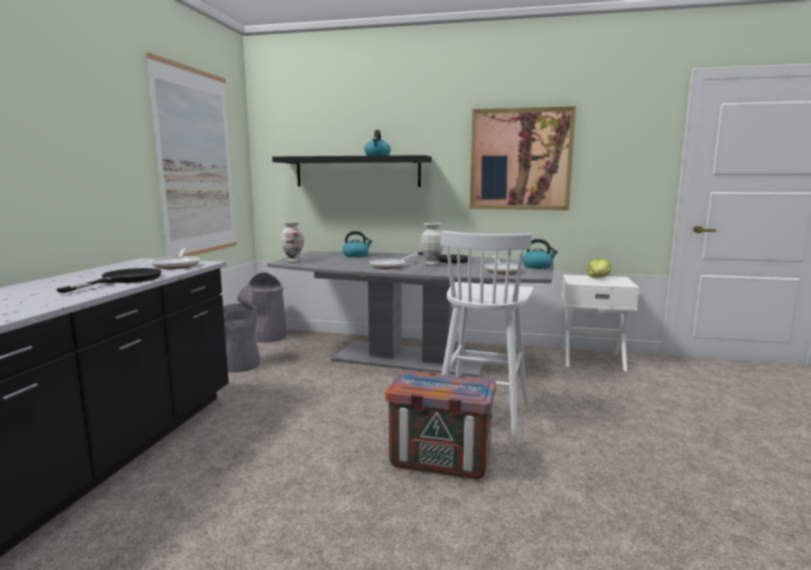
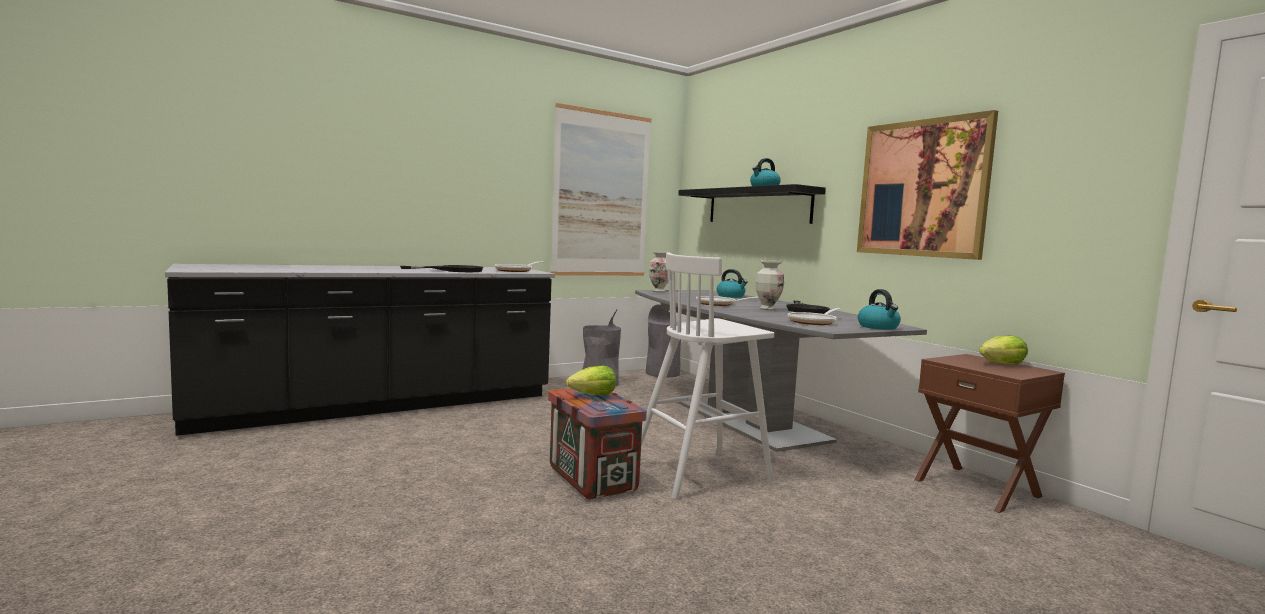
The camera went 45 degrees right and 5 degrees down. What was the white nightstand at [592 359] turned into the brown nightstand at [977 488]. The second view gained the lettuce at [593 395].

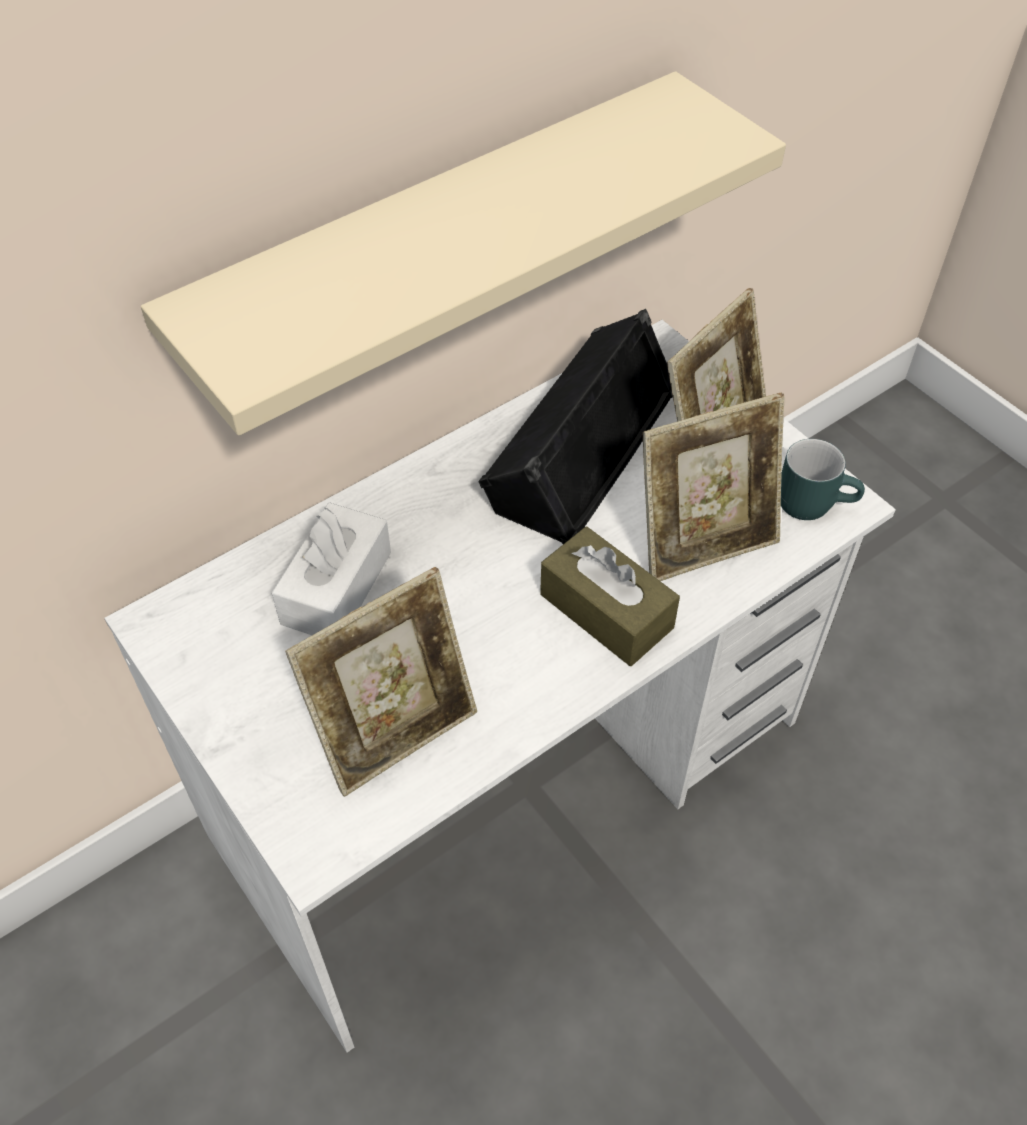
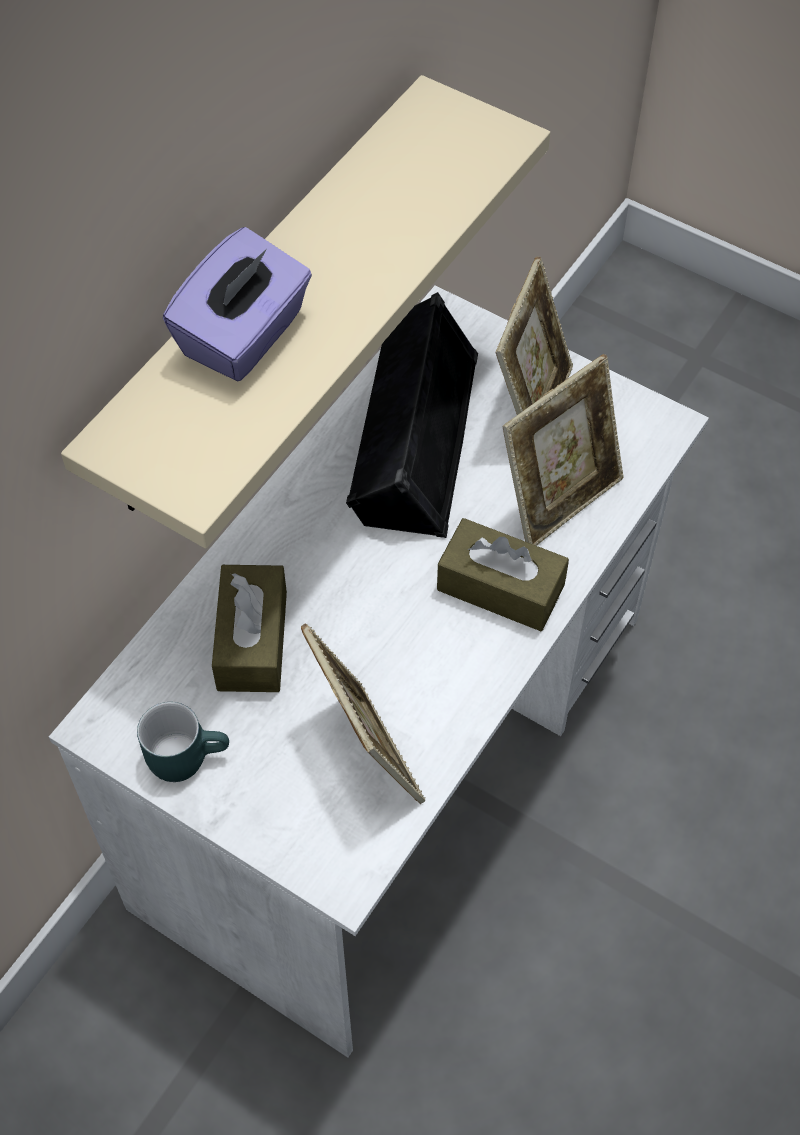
The camera went 20 degrees left and 5 degrees up. What was the white tissue box at [336 588] turned into the brown tissue box at [252 640]. The picture frame at [396 731] ended up facing another way, 60 degrees counterclockwise from before. The turquoise mug ended up elsewhere, having gone from [813 501] to [186 754]. The second view gained the purple tissue box at [244 336].

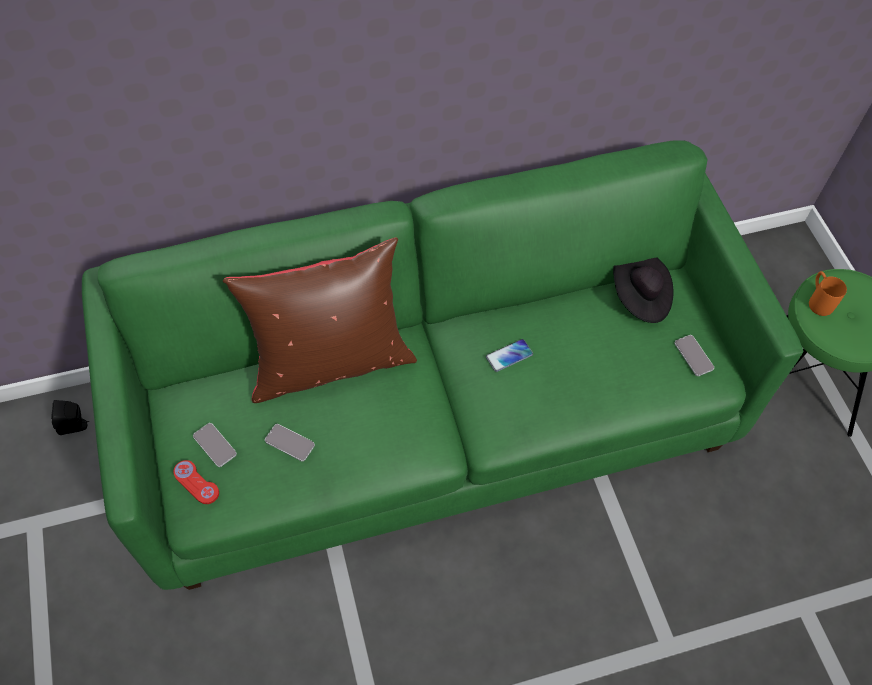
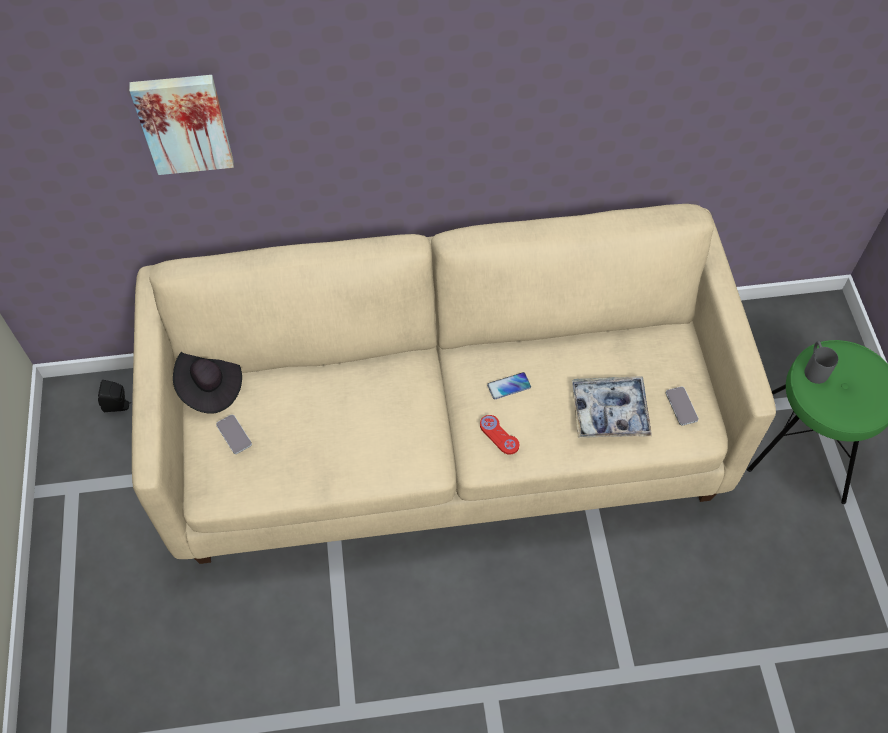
The camera went 10 degrees right and 0 degrees up. What was the green sofa at [434 416] turned into the beige sofa at [445 436]. The red game controller ended up elsewhere, having gone from [196 483] to [499 435]. The second view lost the brown pillow at [330 362]. The second view lost the phone at [289 443]. The black hat ended up elsewhere, having gone from [639 297] to [210 387]. What was the orange mug at [818 300] turned into the grey mug at [814 368]. The second view gained the picture at [184 122]. The second view gained the tray at [609 412].

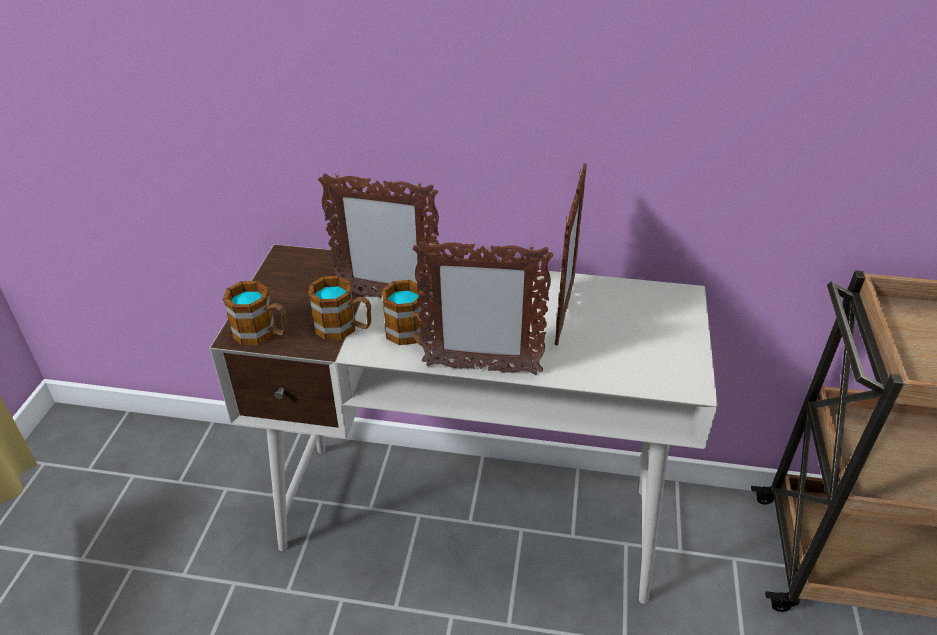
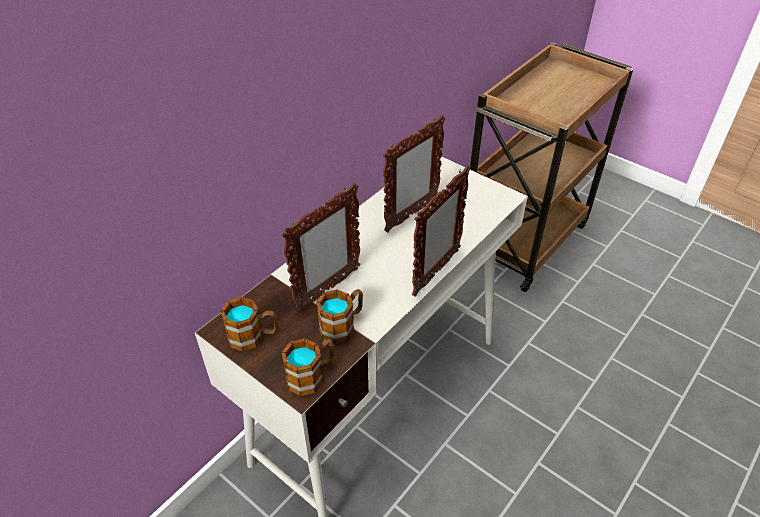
The camera went 60 degrees left and 5 degrees up. The mug ended up elsewhere, having gone from [410 336] to [253 336]. The picture frame at [563 313] ended up facing another way, 90 degrees clockwise from before.

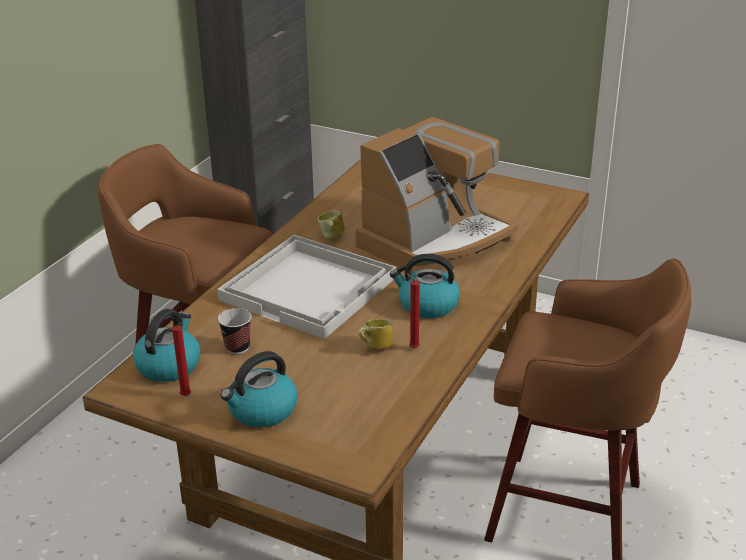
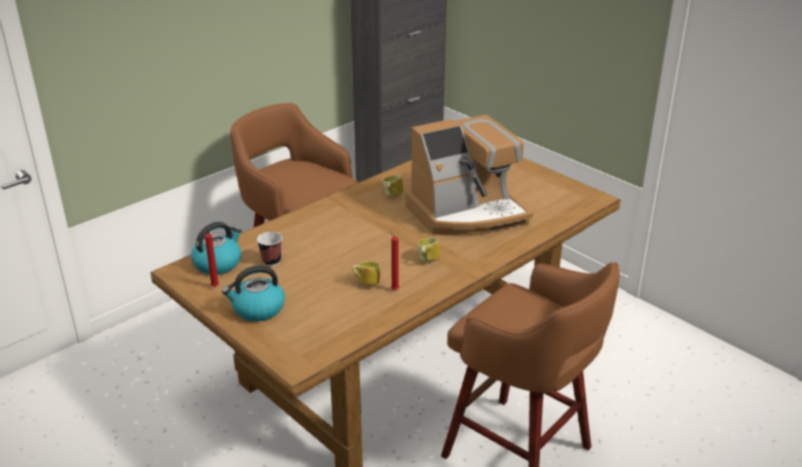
The camera went 20 degrees right and 0 degrees up. The second view lost the white tray at [310 288]. Where the kettle stood at [427 305], the mug came to stand at [427 260].

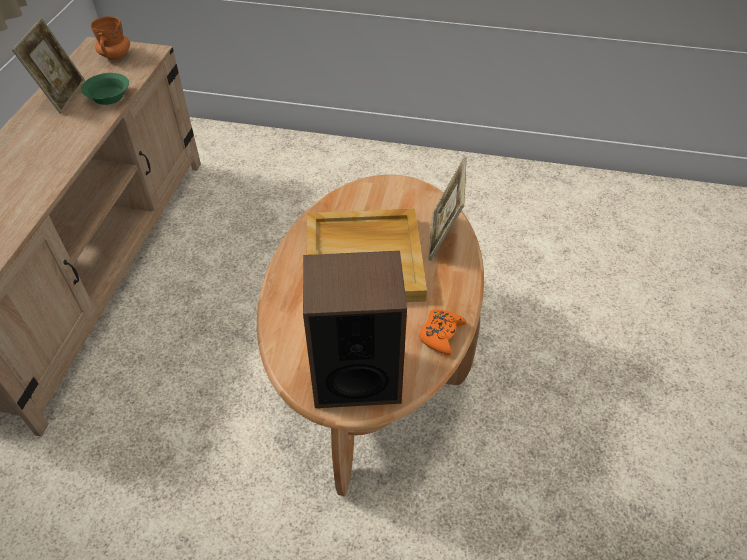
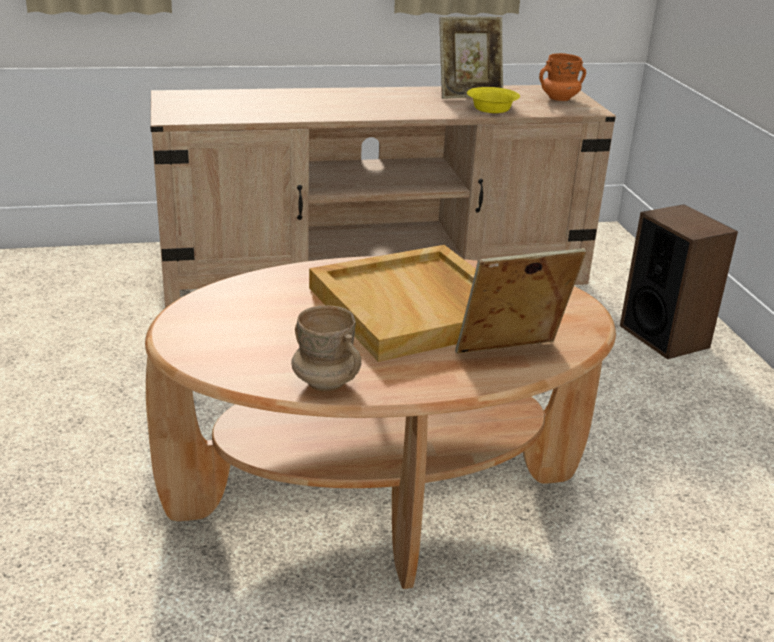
The camera went 65 degrees right and 20 degrees down. What was the green bowl at [110 96] turned into the yellow bowl at [493 109]. The speaker ended up elsewhere, having gone from [356 377] to [664 336]. Where the orange game controller stood at [441 334], the beige mug came to stand at [326 382].

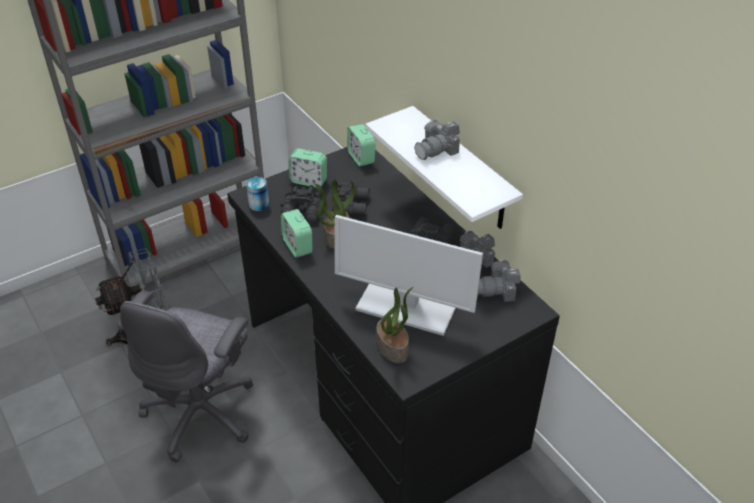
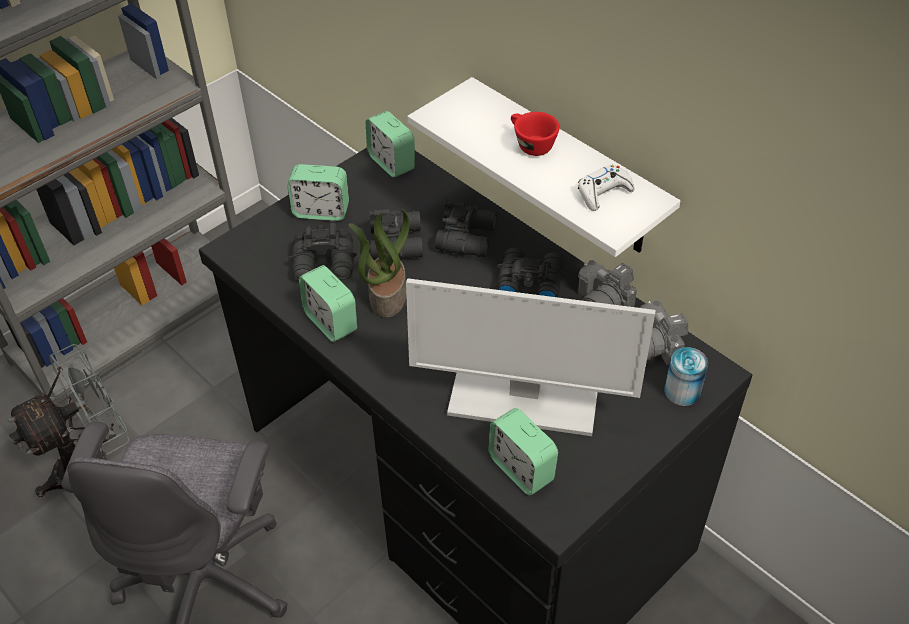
The camera went 10 degrees left and 5 degrees up. The can ended up elsewhere, having gone from [259 204] to [682 391]. Where the potted plant stood at [393 347], the alarm clock came to stand at [521 469]. Where the photo camera stood at [437 149], the red cup came to stand at [530 144]. The second view gained the black binoculars at [468 237]. The second view gained the white game controller at [603 193].

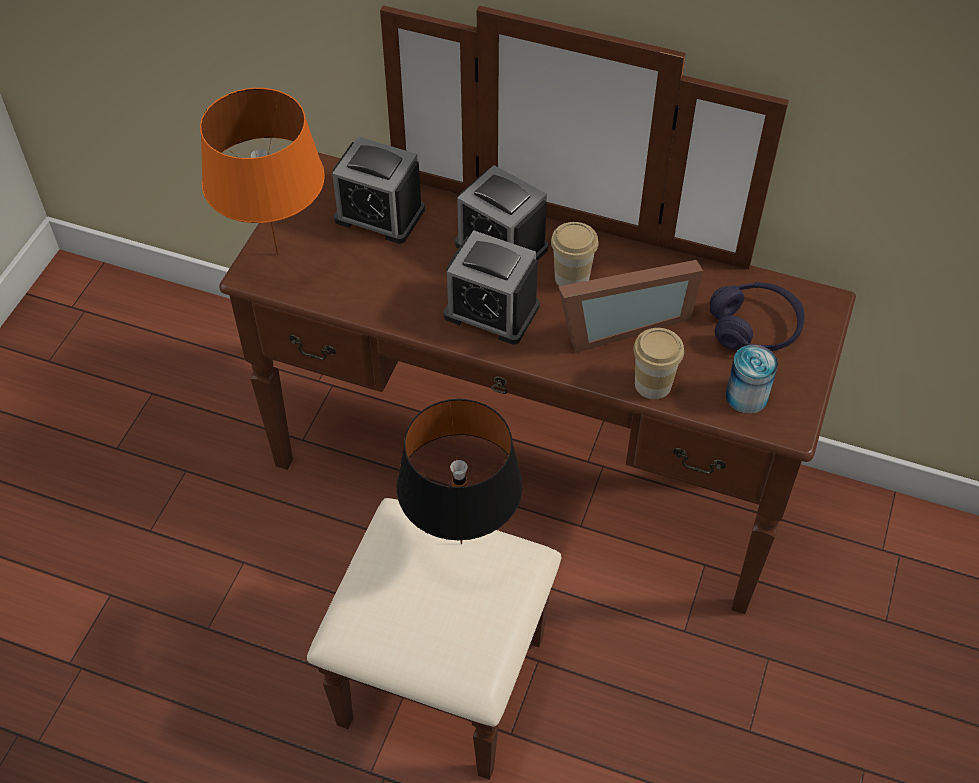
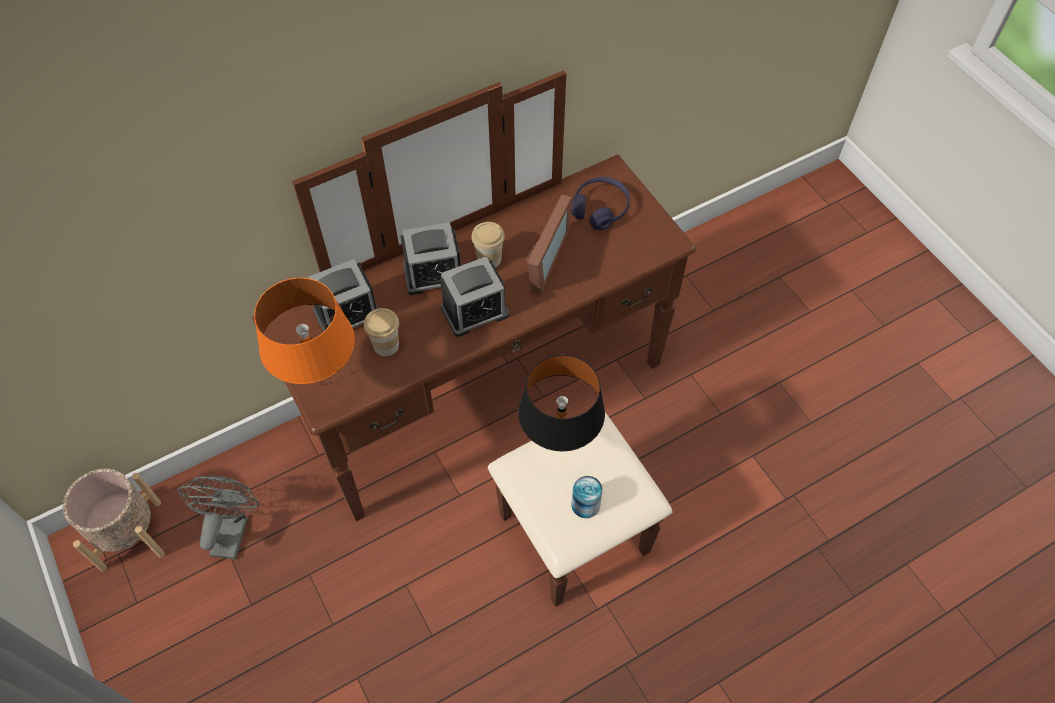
The camera went 50 degrees left and 5 degrees up. The cup ended up elsewhere, having gone from [653 384] to [386 345]. The can ended up elsewhere, having gone from [746 396] to [585 504]. The second view gained the beige planter at [131 535]. The second view gained the grey fan at [231 529].

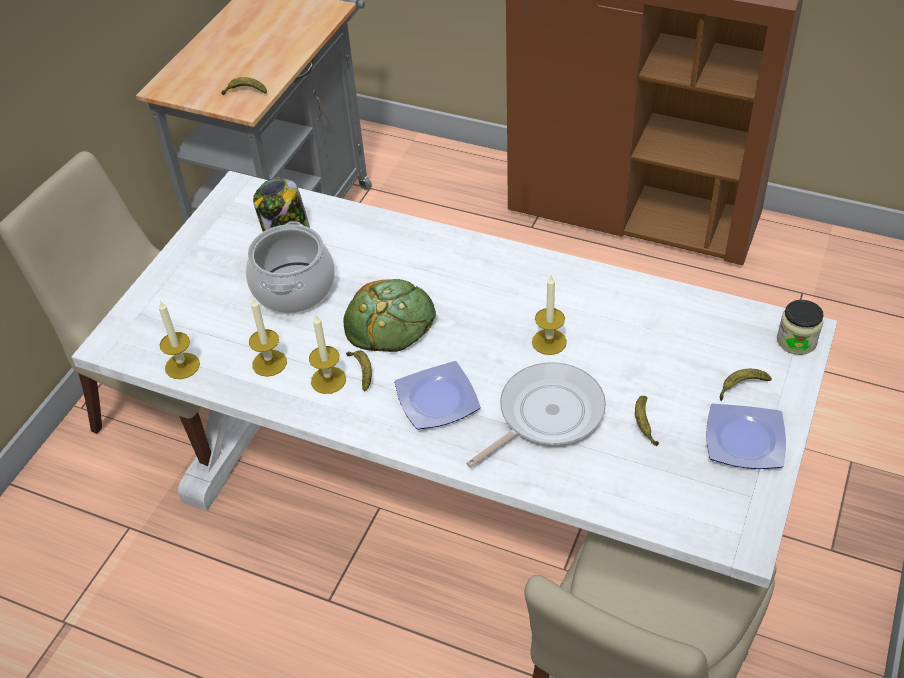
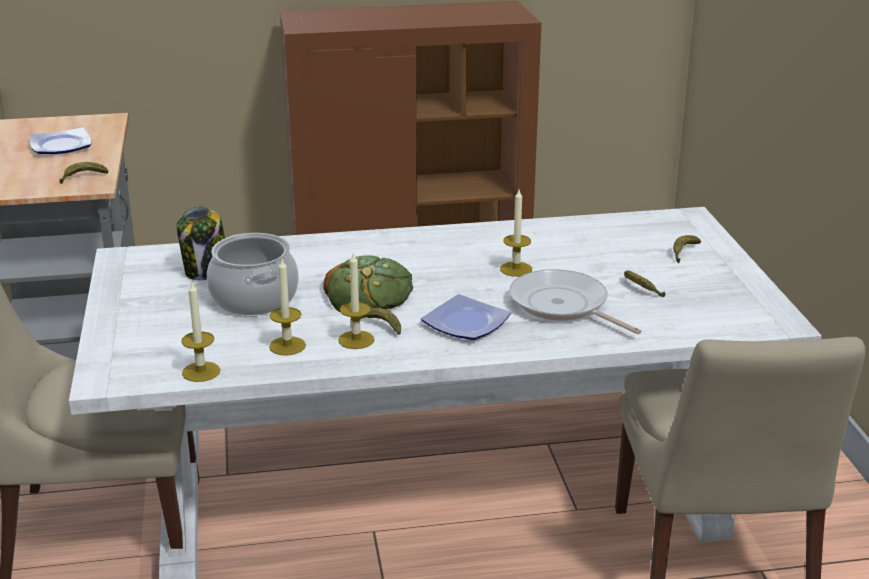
The camera went 35 degrees left and 20 degrees down. The frying pan at [546 414] ended up facing another way, 60 degrees counterclockwise from before. The plate ended up elsewhere, having gone from [746 441] to [62 146]. The second view lost the jar at [796 341].

